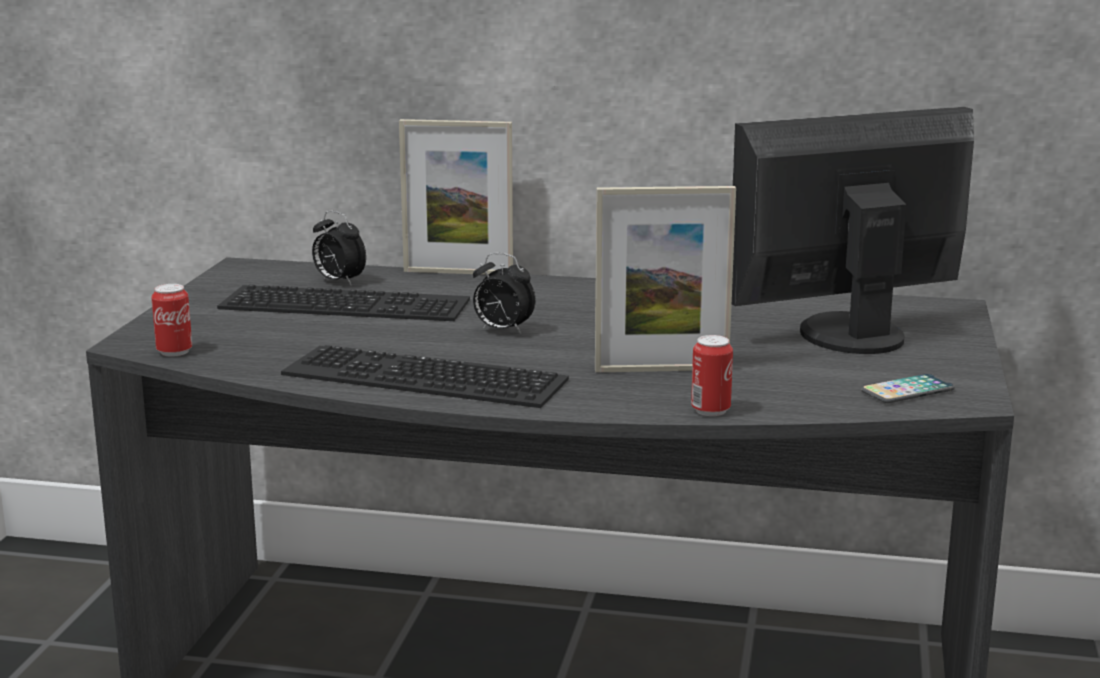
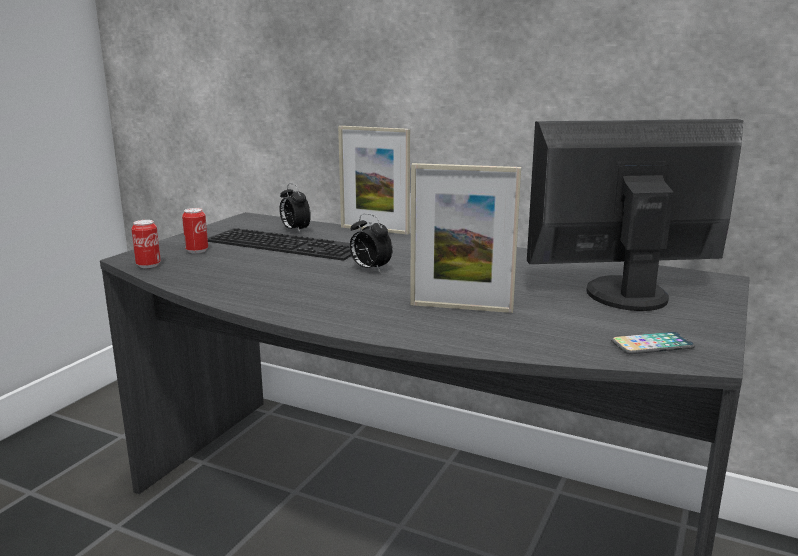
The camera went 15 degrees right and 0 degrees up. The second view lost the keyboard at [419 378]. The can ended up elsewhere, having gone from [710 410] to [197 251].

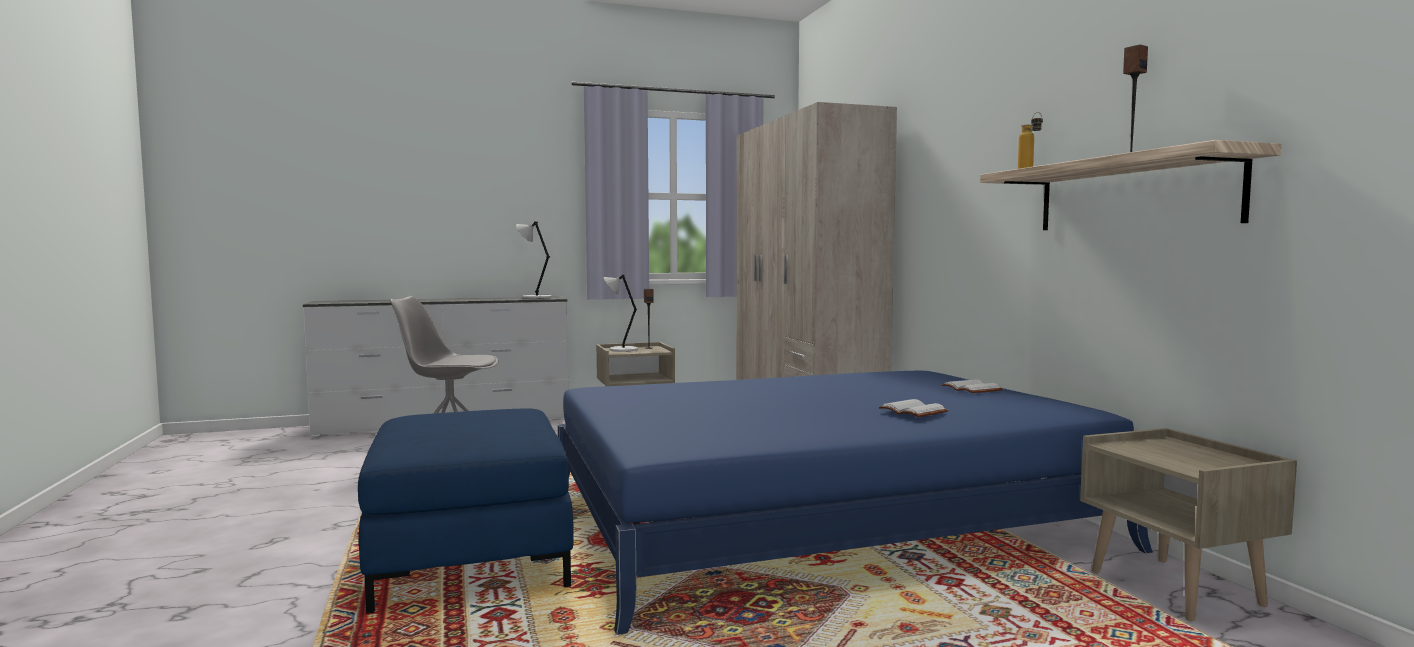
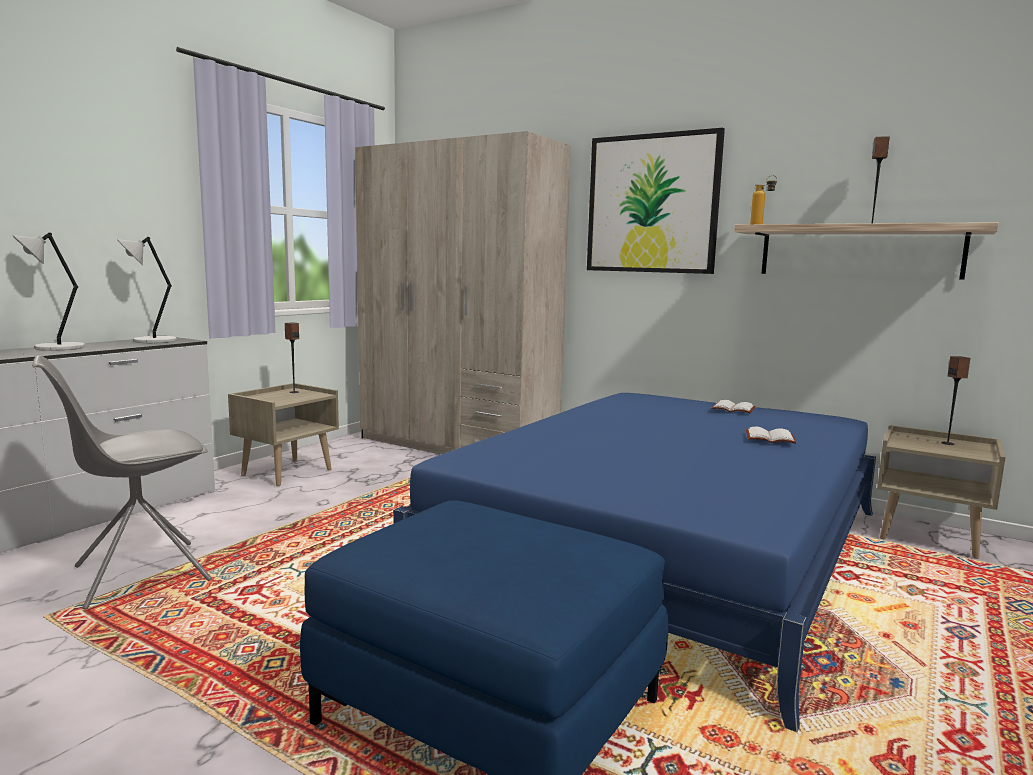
The camera went 40 degrees left and 5 degrees up. The grey table lamp ended up elsewhere, having gone from [621 350] to [56 348]. The second view gained the picture at [652 204]. The second view gained the speaker at [948 443].

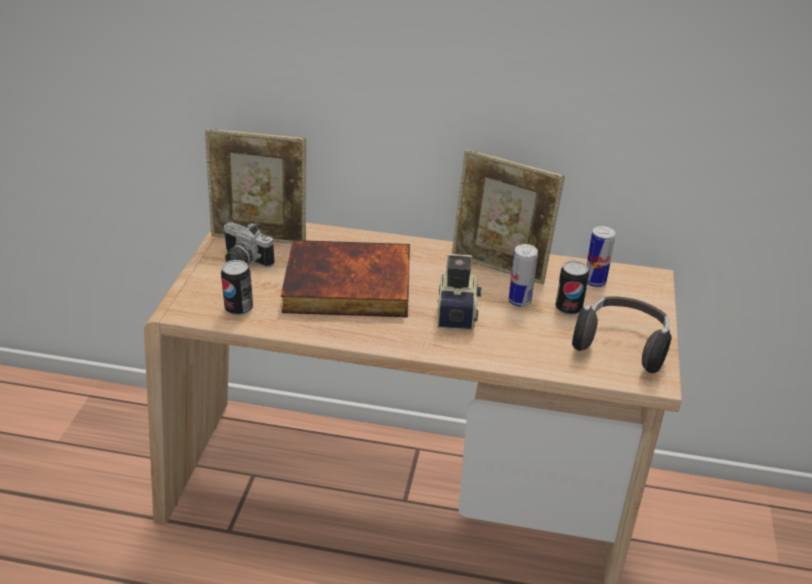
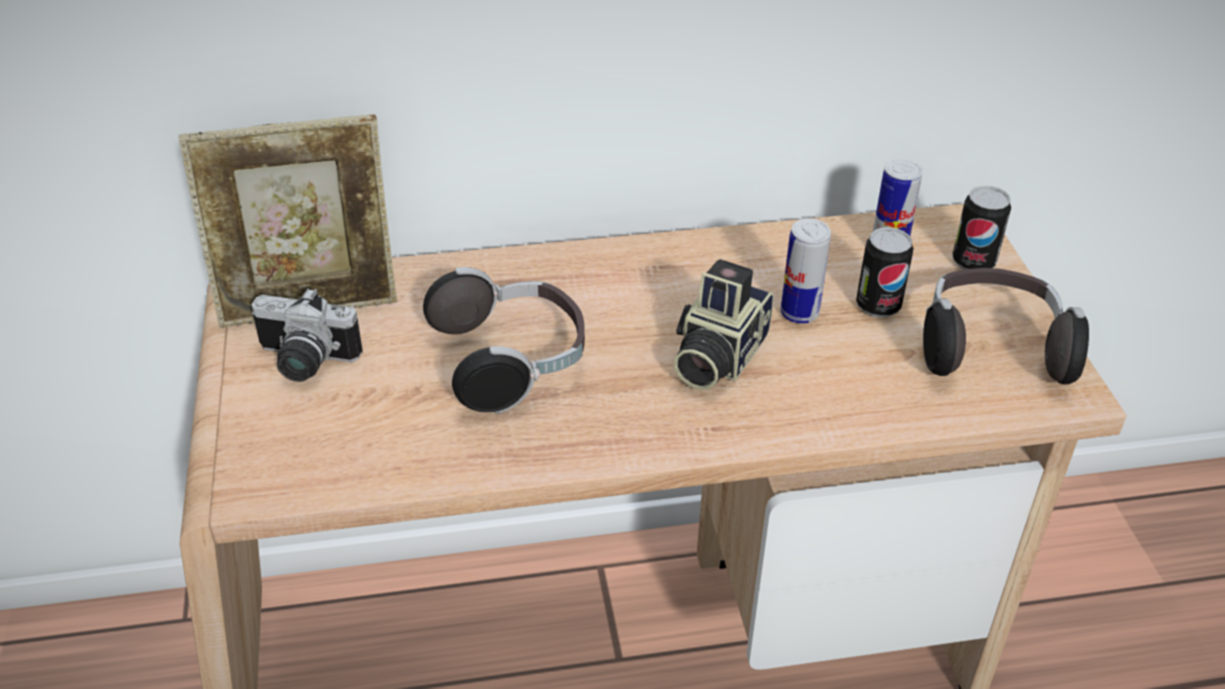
The camera went 20 degrees left and 5 degrees up. The can ended up elsewhere, having gone from [239 308] to [973 262]. Where the book stood at [347 287], the headphones came to stand at [511 362]. The photo camera at [458 311] ended up facing another way, 135 degrees counterclockwise from before. The second view lost the picture frame at [499 268].

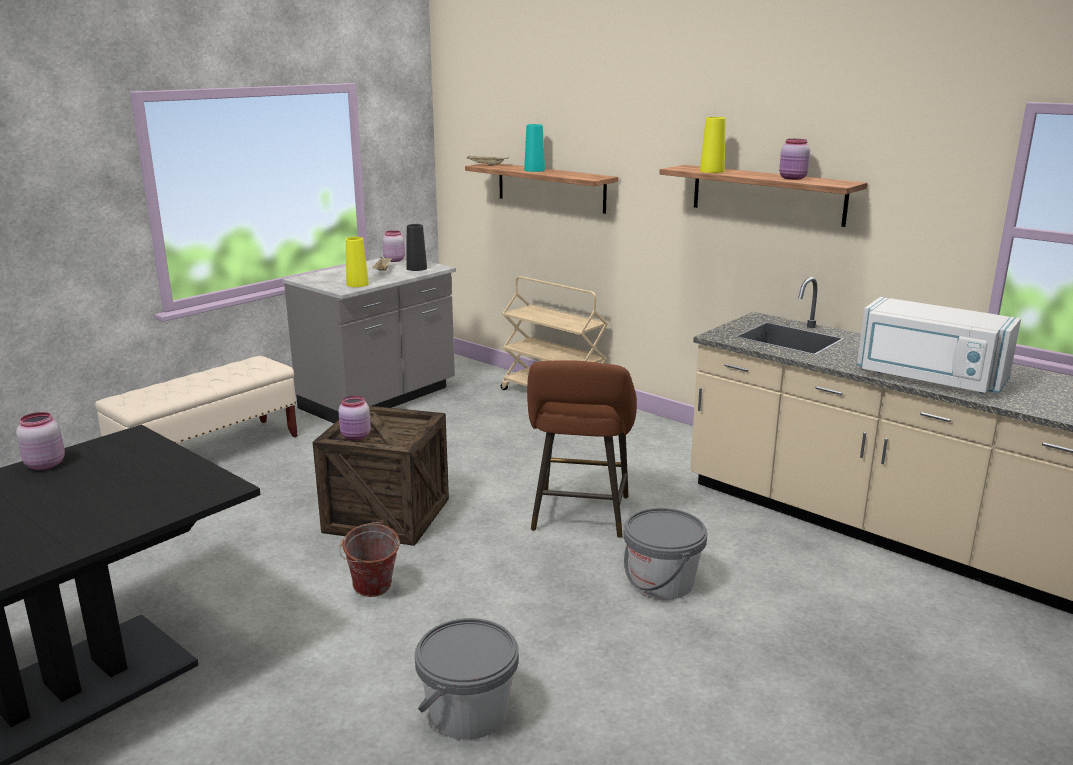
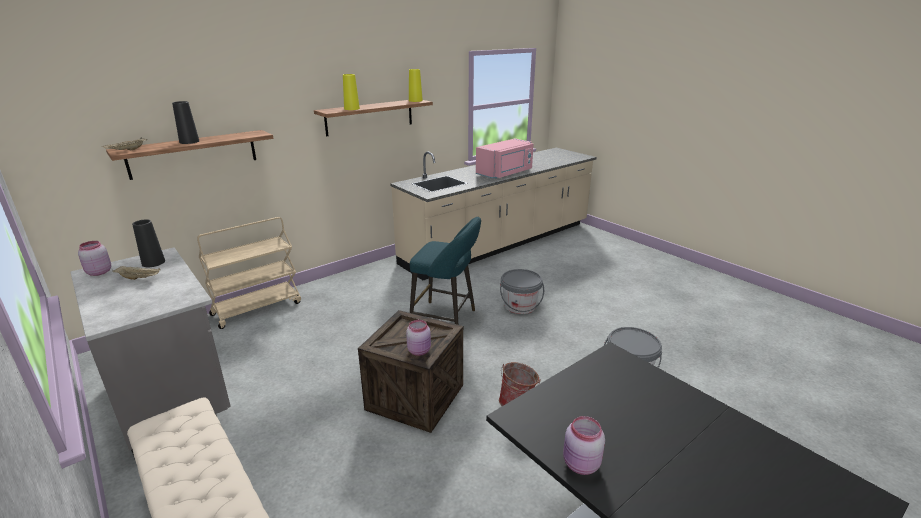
The camera went 80 degrees left and 5 degrees up. The yellow vase ended up elsewhere, having gone from [357 284] to [415 100]. What was the turquoise vase at [534 170] turned into the black vase at [189 141]. What was the brown stool at [580 517] turned into the turquoise stool at [446 320]. The second view lost the pink jar at [793 178]. What was the white microwave at [928 378] turned into the pink microwave at [505 173].

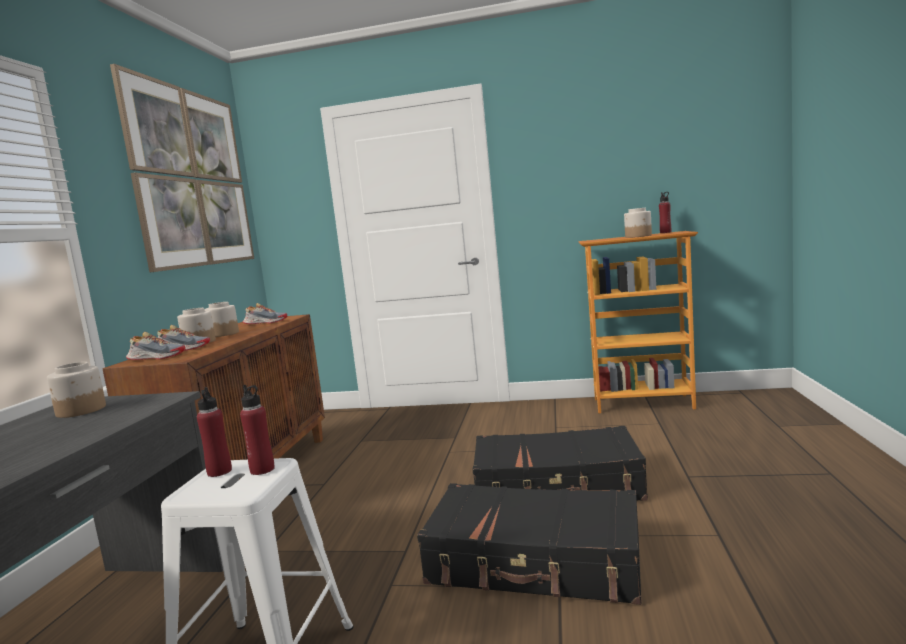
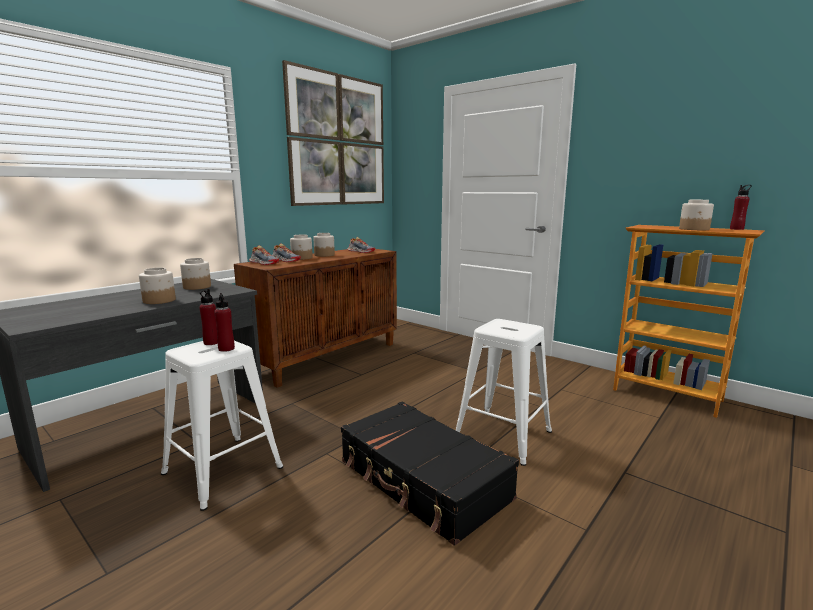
The camera went 30 degrees right and 5 degrees up. Where the black suitcase stood at [557 486], the white stool came to stand at [504 435]. The second view gained the jar at [159 300].

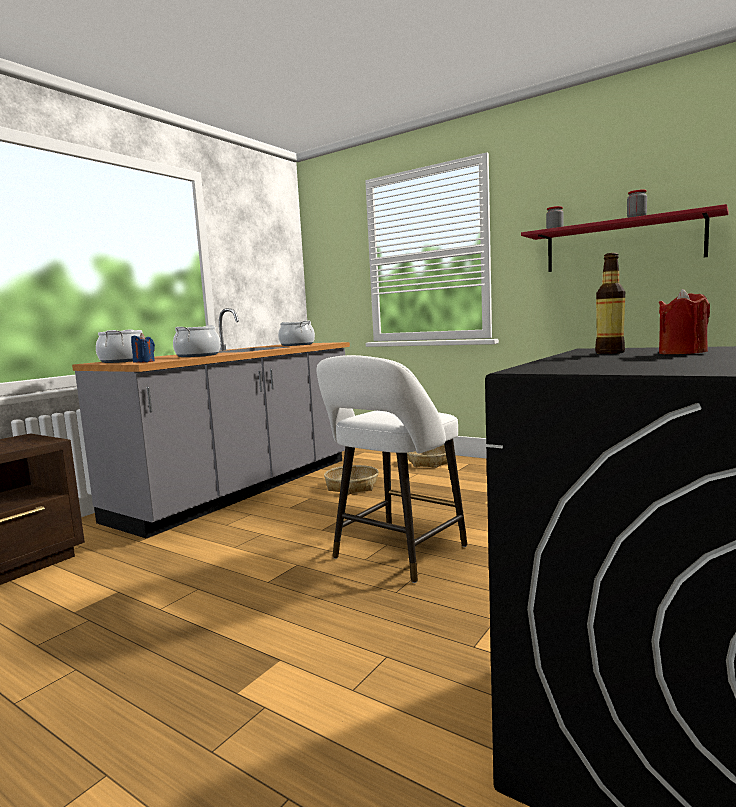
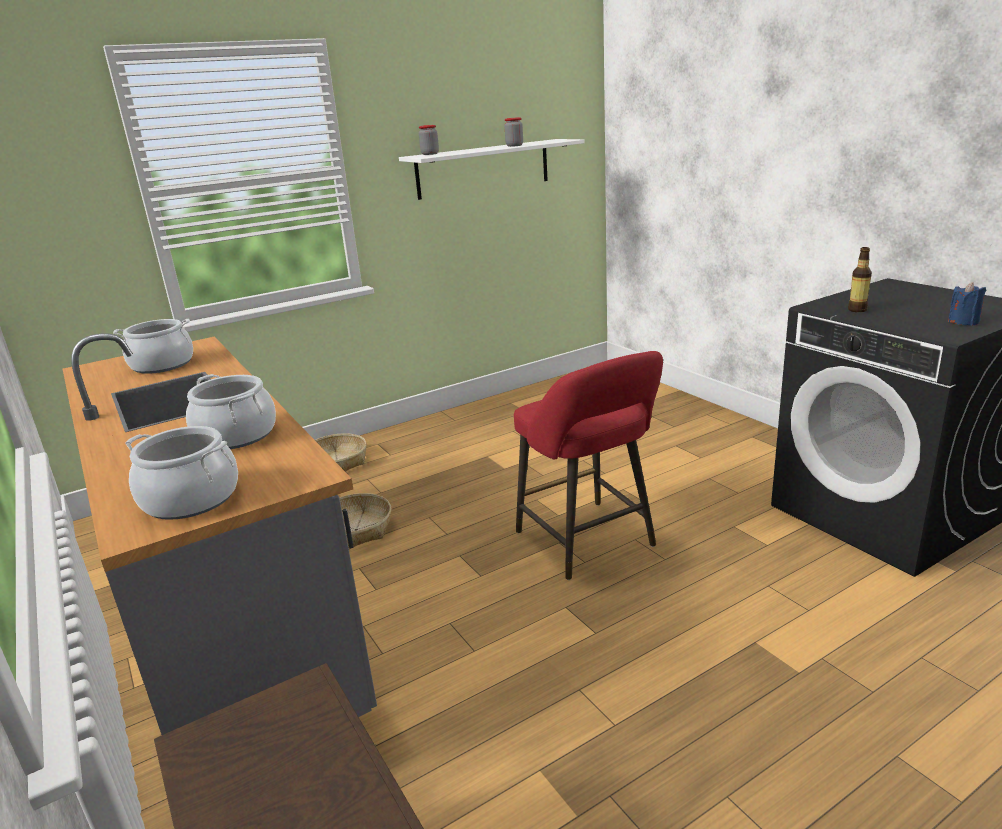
The camera went 65 degrees left and 15 degrees up. The blue candle ended up elsewhere, having gone from [144 362] to [963 322]. What was the white stool at [395 555] turned into the red stool at [589 543]. What was the red shelf at [622 245] turned into the white shelf at [483 168]. The second view lost the red candle at [682 353].

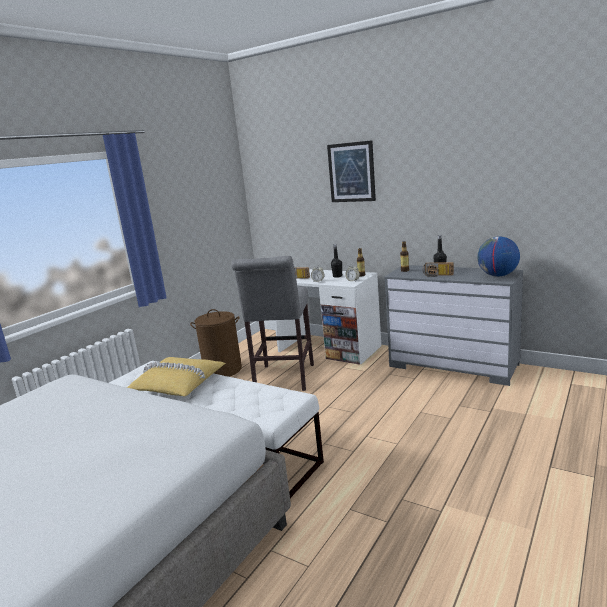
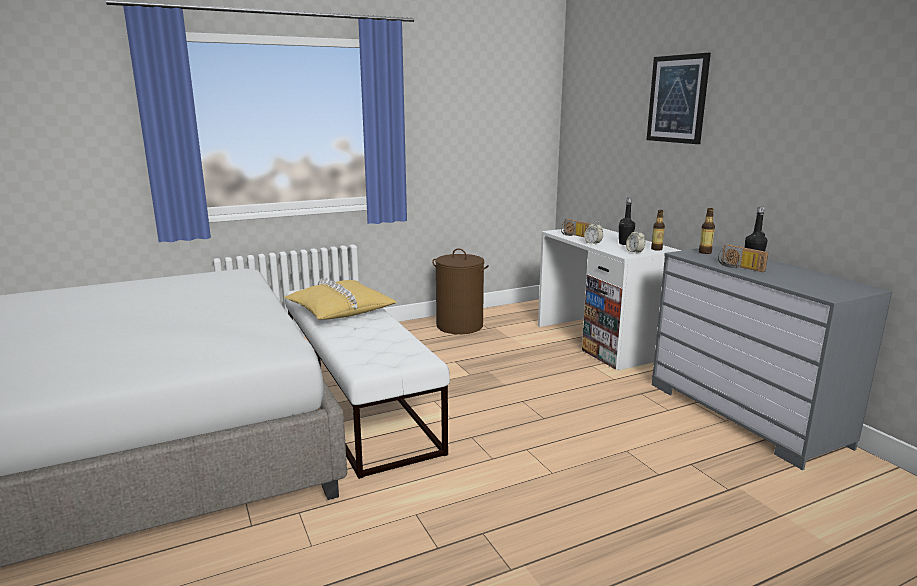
The camera went 30 degrees right and 0 degrees up. The second view lost the grey stool at [283 380]. The second view lost the globe at [497 275].

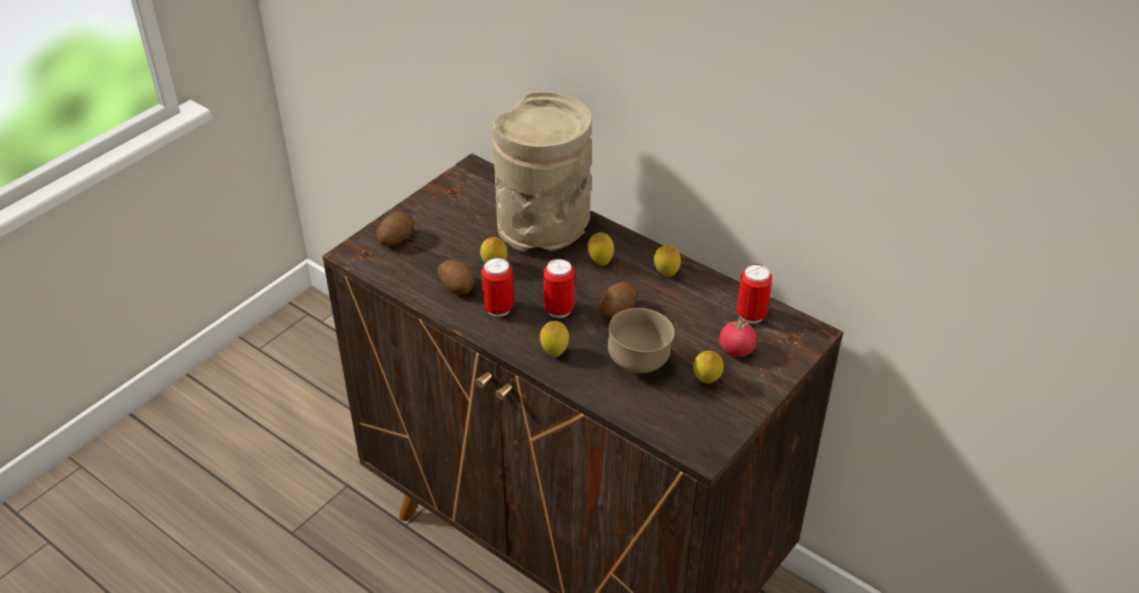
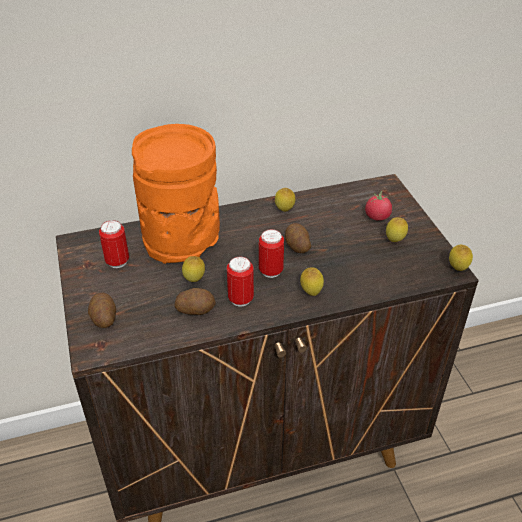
The camera went 55 degrees left and 0 degrees up. What was the beige vase at [544 230] turned into the orange vase at [183 240]. The lemon ended up elsewhere, having gone from [600 262] to [457 269]. The second view lost the brown bowl at [639 364]. The can ended up elsewhere, having gone from [751 315] to [117 261].

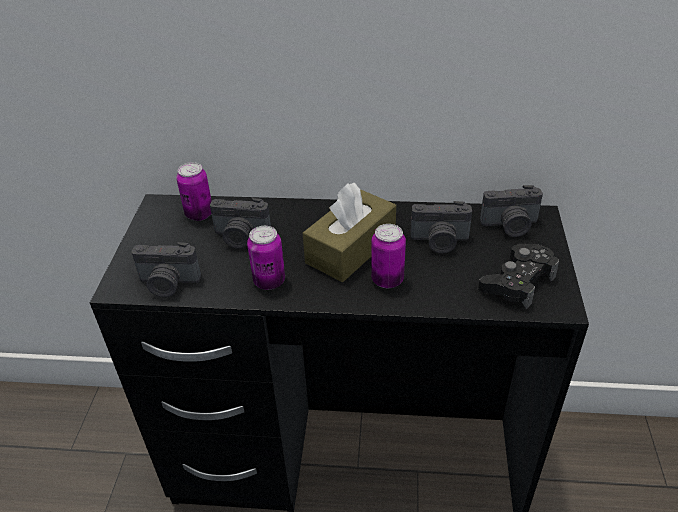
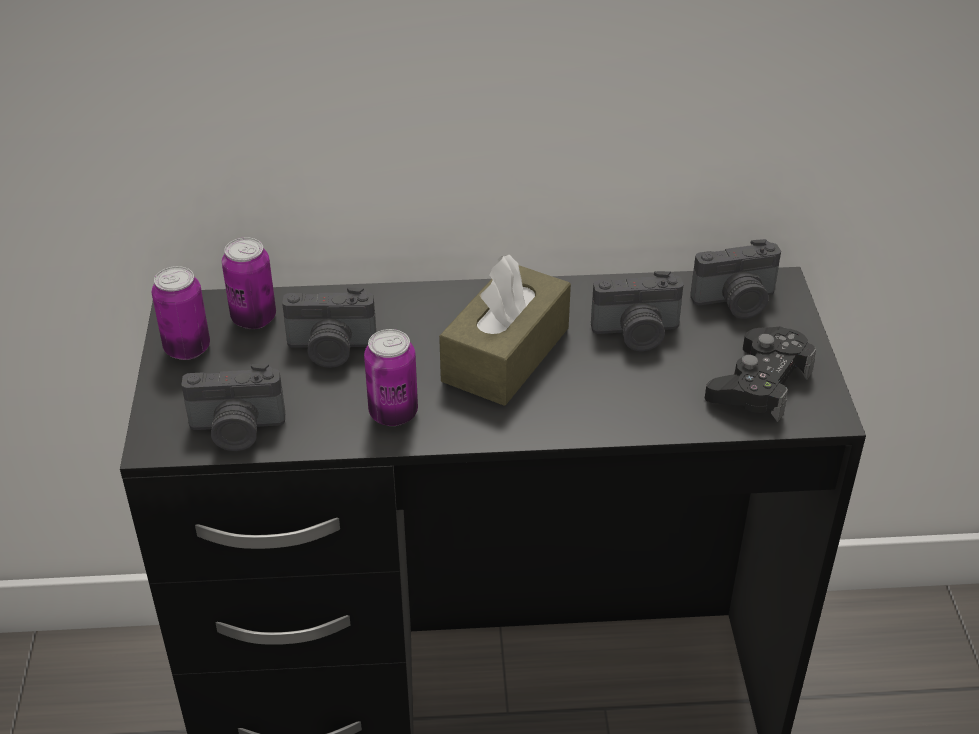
The camera went 10 degrees left and 0 degrees up. The can ended up elsewhere, having gone from [387 280] to [187 348].

